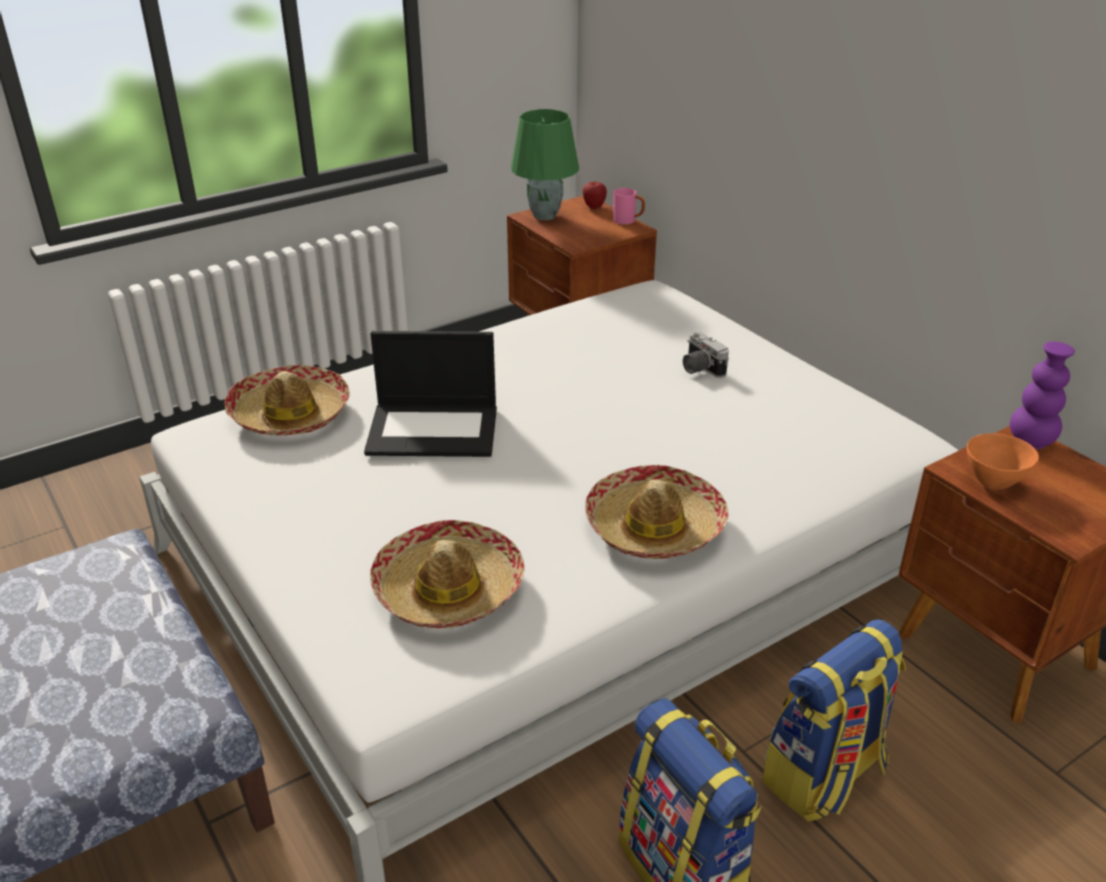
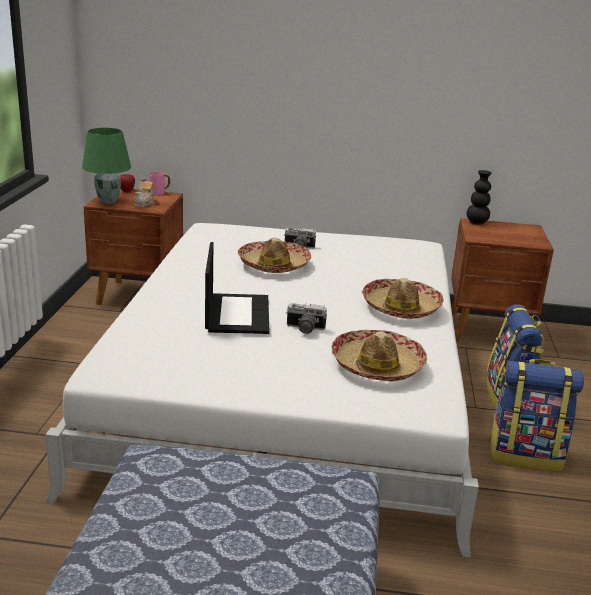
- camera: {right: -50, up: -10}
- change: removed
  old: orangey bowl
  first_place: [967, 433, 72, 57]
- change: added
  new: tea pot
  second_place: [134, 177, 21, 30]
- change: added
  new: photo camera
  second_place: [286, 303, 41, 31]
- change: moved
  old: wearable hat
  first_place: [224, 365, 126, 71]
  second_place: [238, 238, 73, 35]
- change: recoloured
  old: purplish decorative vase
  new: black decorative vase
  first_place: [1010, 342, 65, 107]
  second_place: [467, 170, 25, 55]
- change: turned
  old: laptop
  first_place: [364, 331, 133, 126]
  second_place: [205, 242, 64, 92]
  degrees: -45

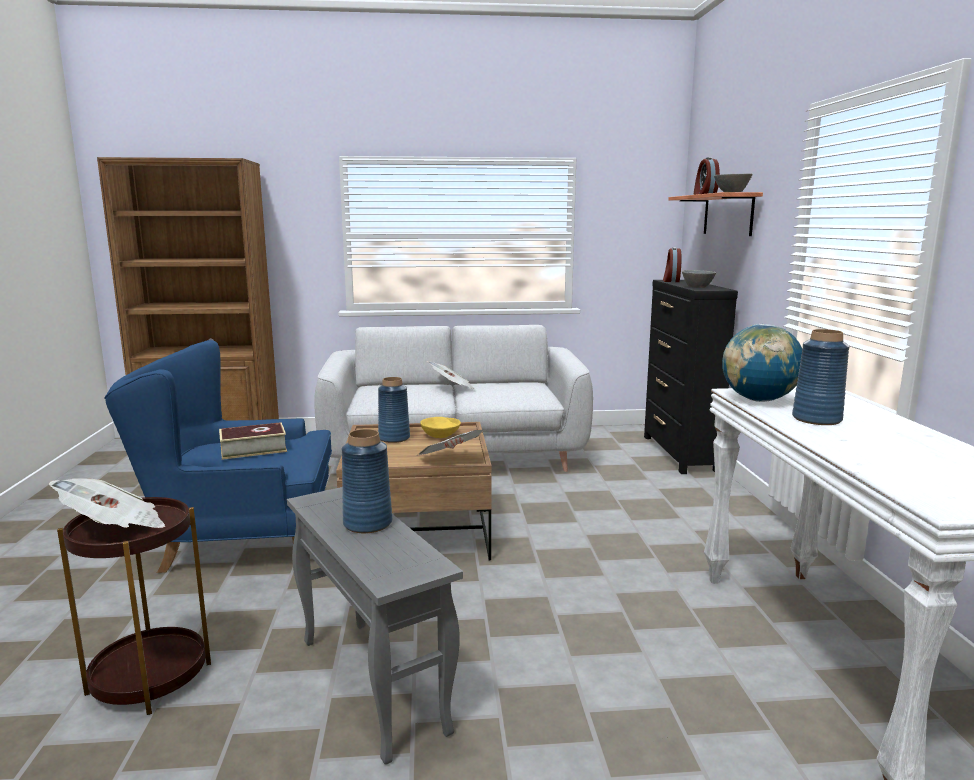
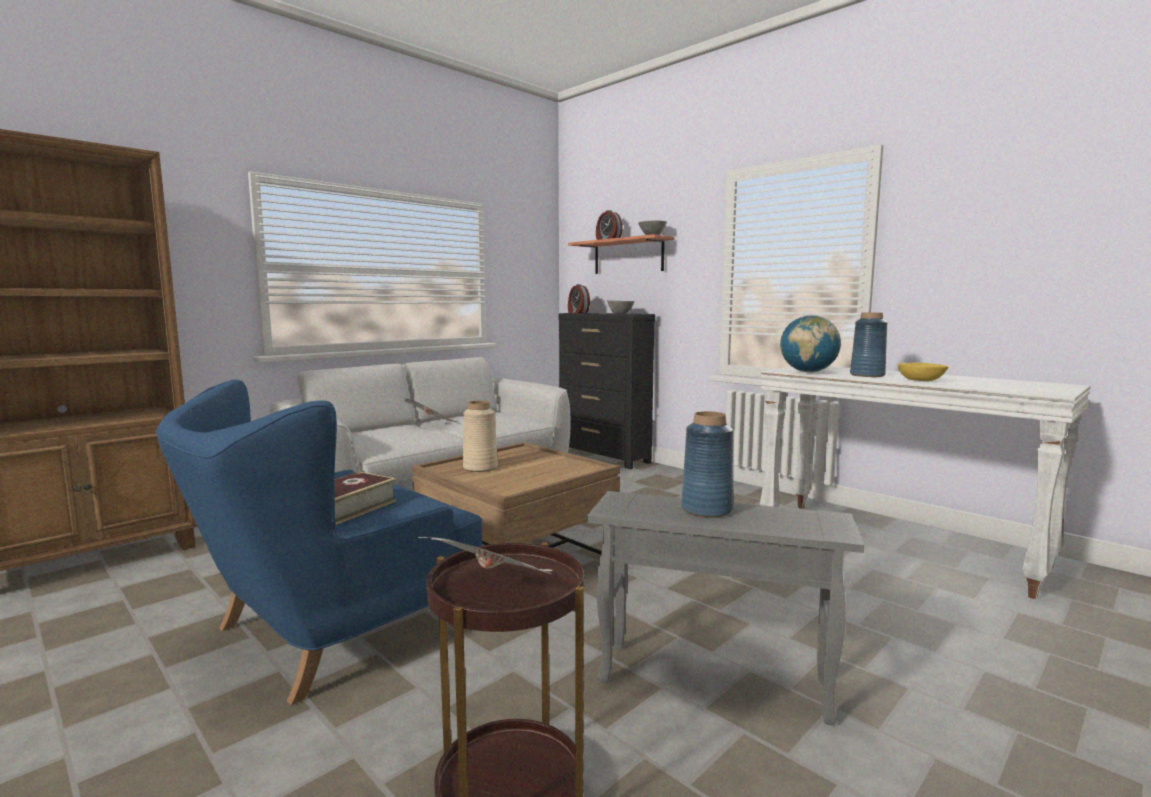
- camera: {right: -40, up: -5}
- change: removed
  old: newspaper
  first_place: [419, 430, 65, 25]
- change: moved
  old: yellow-coloured bowl
  first_place: [420, 417, 41, 21]
  second_place: [898, 363, 50, 18]
- change: recoloured
  old: blue decorative vase
  new: beige-coloured decorative vase
  first_place: [378, 377, 32, 66]
  second_place: [463, 401, 35, 71]

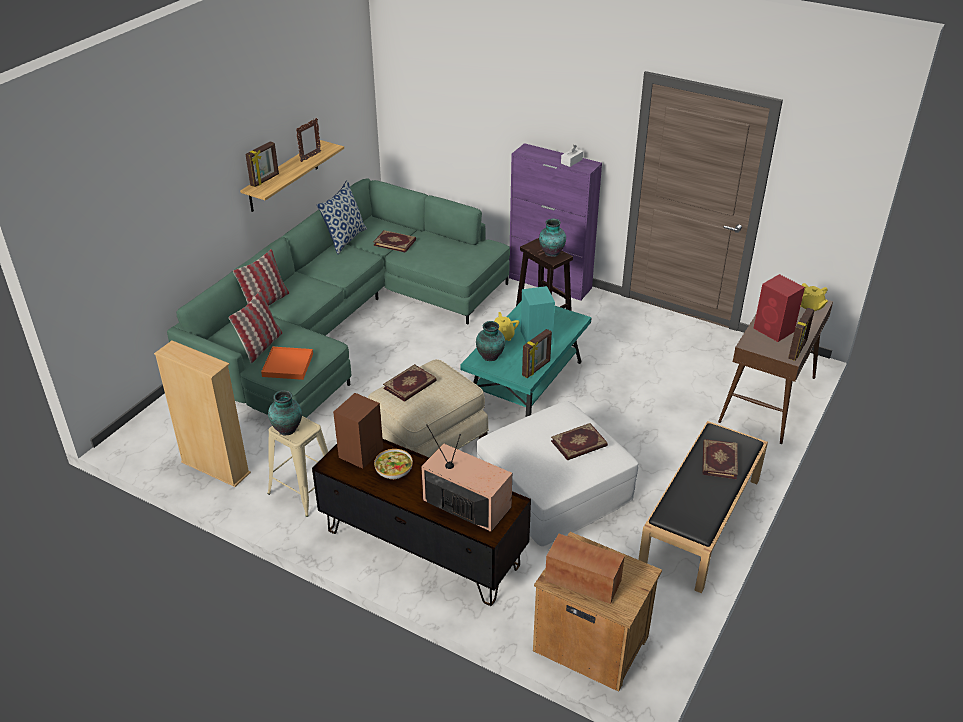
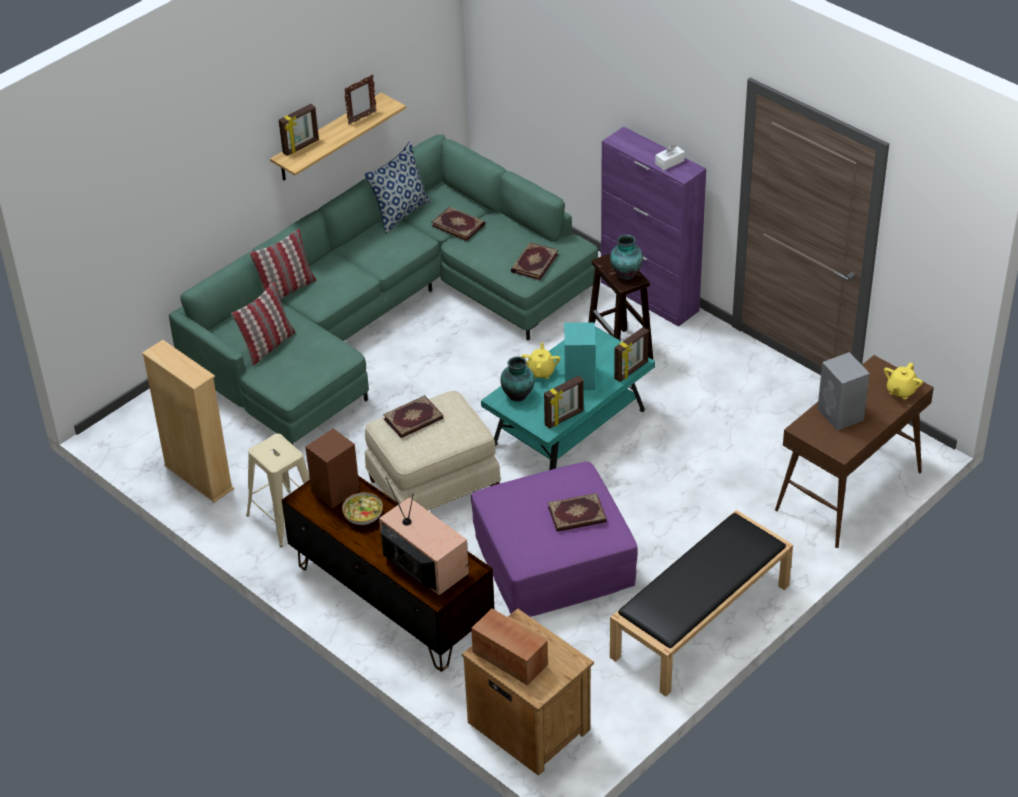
- camera: {right: 15, up: 5}
- change: removed
  old: orangey serving tray
  first_place: [261, 347, 52, 33]
- change: removed
  old: decorative vase
  first_place: [268, 390, 34, 45]
- change: moved
  old: volume
  first_place: [702, 439, 36, 40]
  second_place: [511, 242, 47, 38]
- change: moved
  old: standing frame
  first_place: [788, 308, 26, 53]
  second_place: [614, 327, 35, 55]
- change: recoloured
  old: white-coloured footrest
  new: purplish footrest
  first_place: [477, 401, 161, 145]
  second_place: [471, 462, 167, 155]
- change: recoloured
  old: red audio speaker
  new: grey audio speaker
  first_place: [754, 274, 51, 68]
  second_place: [817, 352, 53, 79]
- change: turned
  old: yellow-coloured tea pot
  first_place: [801, 283, 27, 28]
  second_place: [884, 363, 39, 36]
  degrees: 45

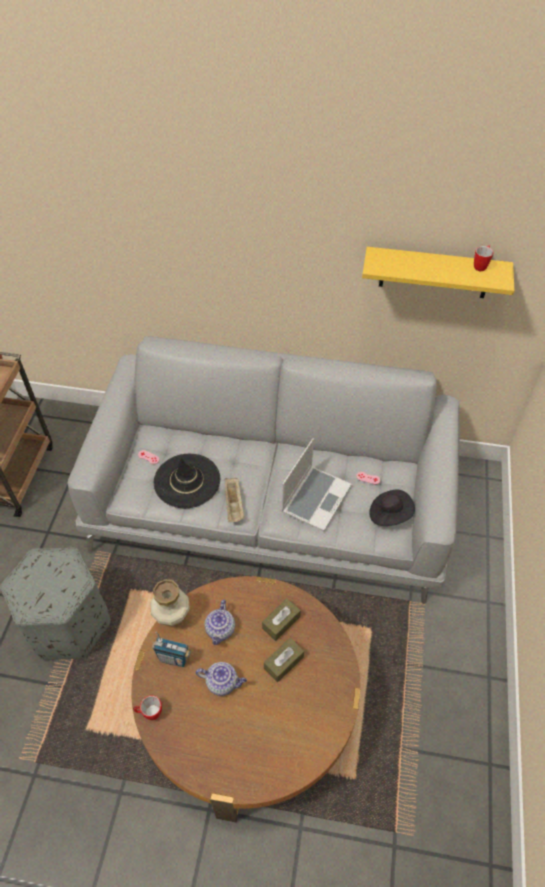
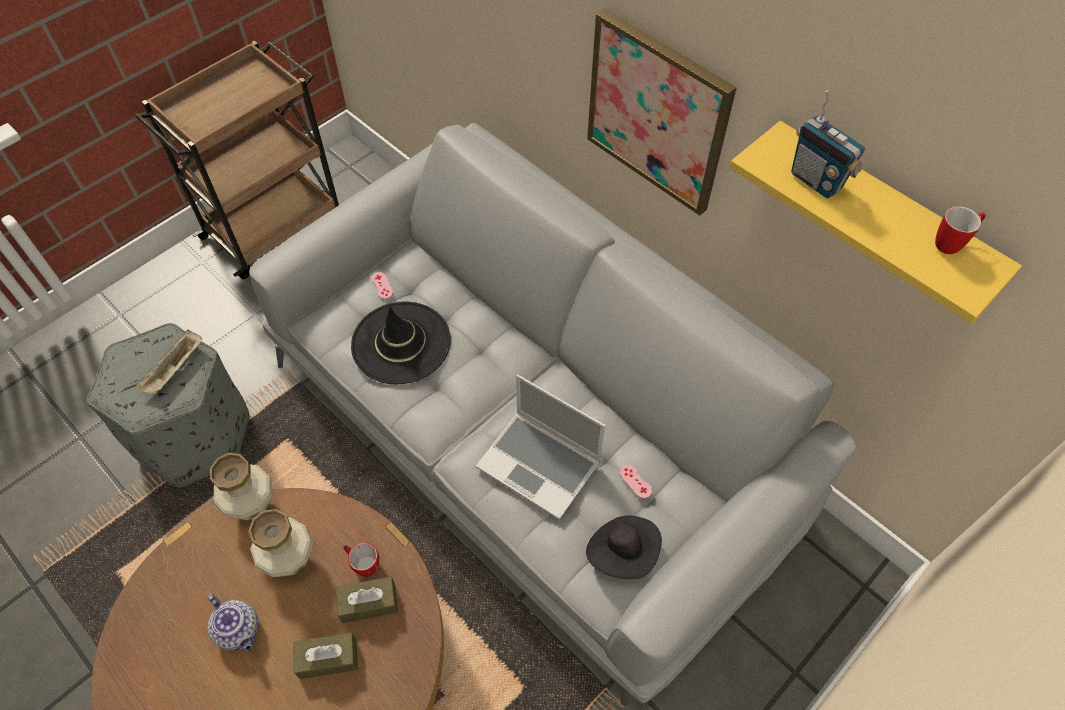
- camera: {right: 35, up: 5}
- change: added
  new: wall picture
  second_place: [587, 9, 150, 207]
- change: moved
  old: tea mug
  first_place: [133, 695, 29, 25]
  second_place: [343, 543, 36, 34]
- change: moved
  old: radio
  first_place: [152, 632, 40, 35]
  second_place: [791, 91, 74, 107]
- change: moved
  old: beige-coloured serving tray
  first_place: [225, 478, 19, 44]
  second_place: [135, 330, 67, 64]
- change: replaced
  old: tea pot
  new: decorative vase
  first_place: [205, 600, 30, 45]
  second_place: [249, 509, 64, 68]
- change: turned
  old: laptop
  first_place: [281, 438, 71, 93]
  second_place: [476, 374, 129, 146]
  degrees: 60

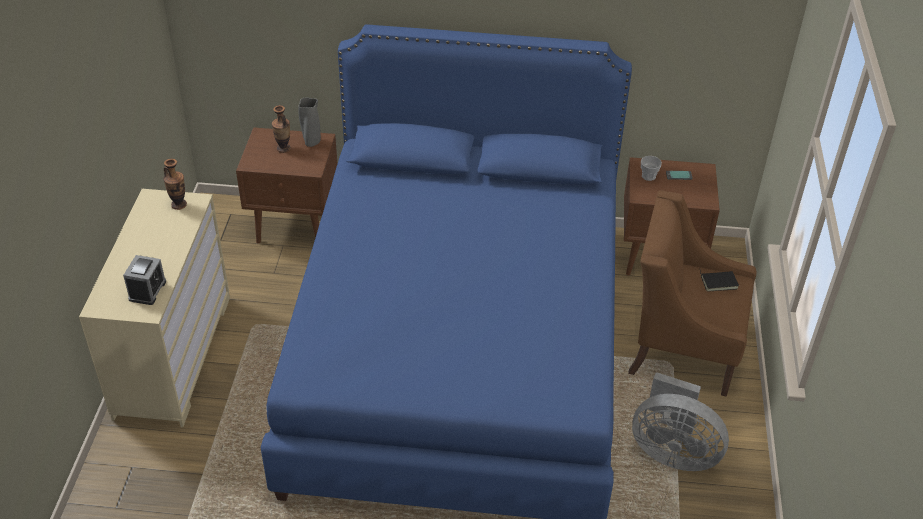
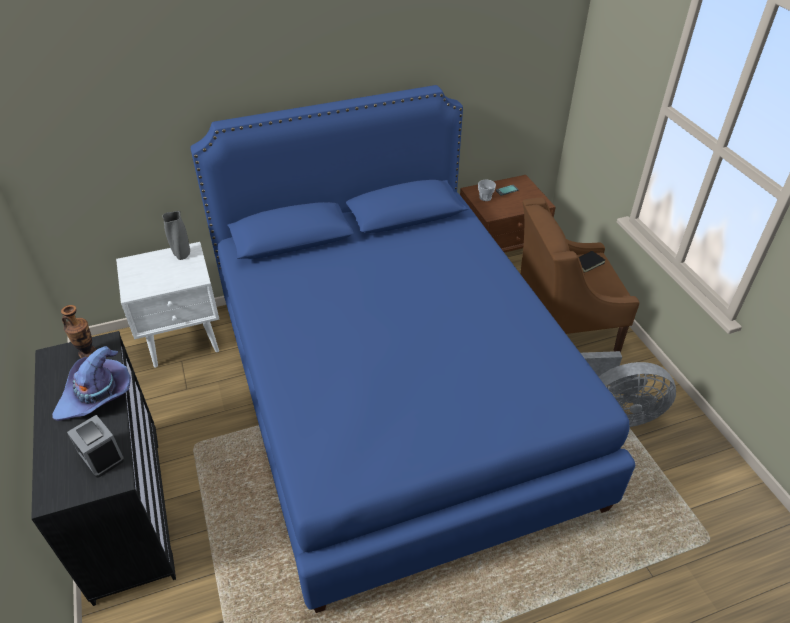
- camera: {right: -25, up: 0}
- change: removed
  old: decorative vase
  first_place: [272, 105, 19, 48]
- change: added
  new: purplish wearable hat
  second_place: [52, 346, 79, 75]
- change: recoloured
  old: beige-coloured chest of drawers
  new: black chest of drawers
  first_place: [79, 189, 151, 238]
  second_place: [31, 331, 145, 275]
- change: recoloured
  old: brown-coloured night table
  new: white-coloured night table
  first_place: [236, 127, 101, 116]
  second_place: [116, 242, 103, 125]
- change: turned
  old: bedside clock
  first_place: [123, 255, 43, 50]
  second_place: [67, 415, 58, 63]
  degrees: 150

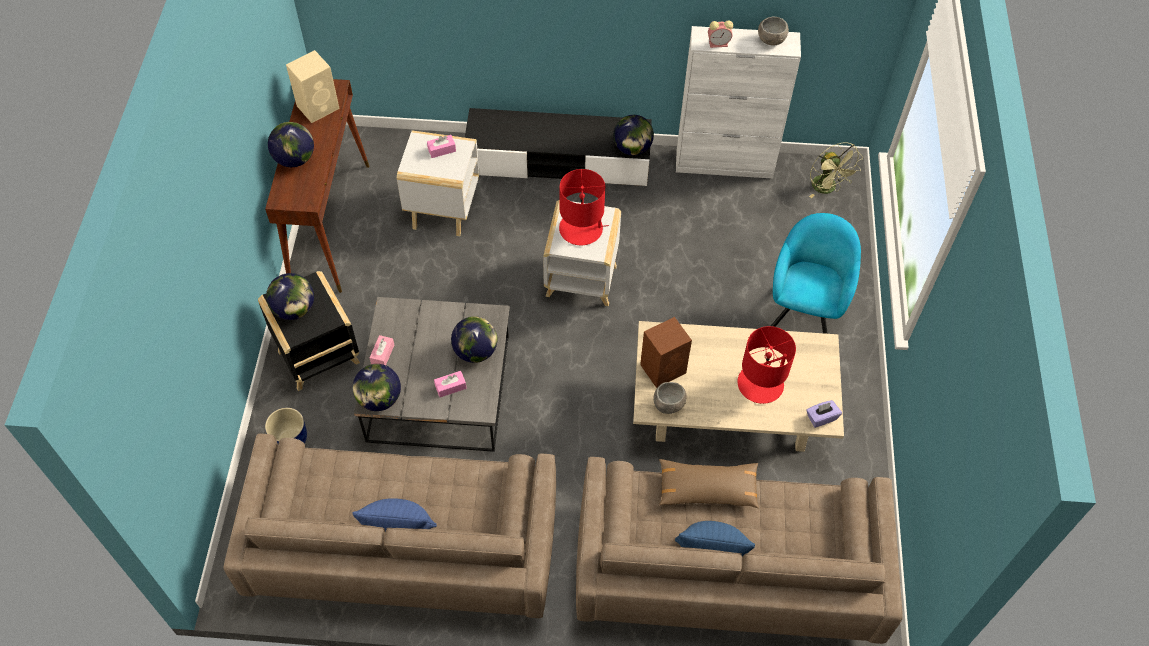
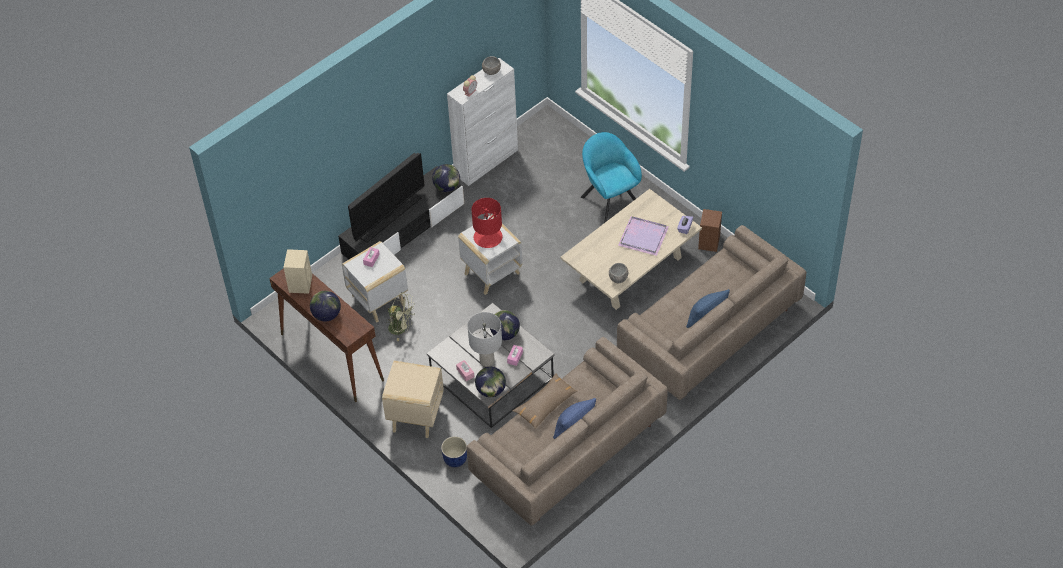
- camera: {right: -45, up: -5}
- change: removed
  old: world globe
  first_place: [266, 273, 48, 47]
- change: added
  new: TV set
  second_place: [348, 153, 77, 90]
- change: added
  new: grey tabletop lamp
  second_place: [468, 312, 34, 55]
- change: moved
  old: brown-coloured audio speaker
  first_place: [640, 317, 52, 71]
  second_place: [698, 209, 24, 43]
- change: moved
  old: brown-coloured cushion
  first_place: [659, 459, 100, 49]
  second_place: [513, 374, 65, 55]
- change: moved
  old: green-coloured cooling fan
  first_place: [809, 142, 54, 56]
  second_place: [385, 292, 30, 49]
- change: replaced
  old: red tabletop lamp
  new: purplish serving tray
  first_place: [738, 326, 58, 78]
  second_place: [618, 216, 51, 40]
- change: recoloured
  old: black end table
  new: beige-coloured end table
  first_place: [258, 271, 102, 120]
  second_place: [382, 361, 62, 77]

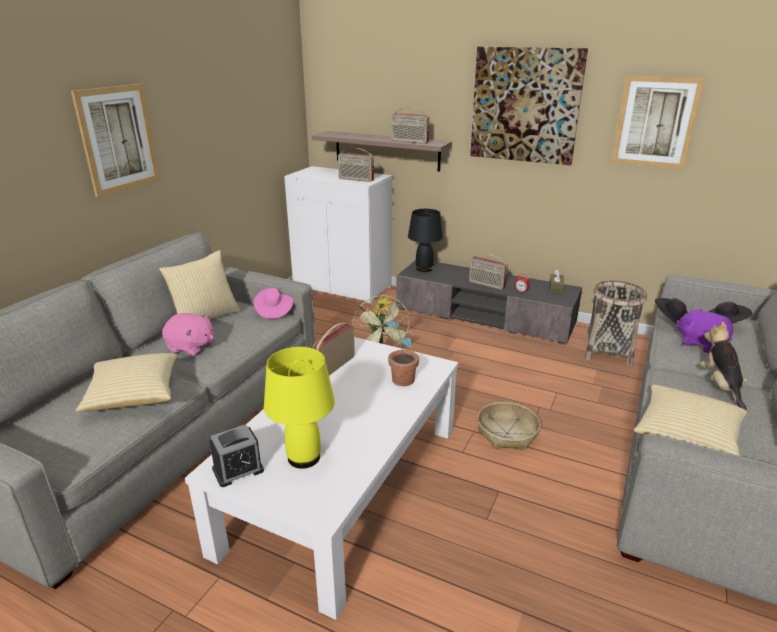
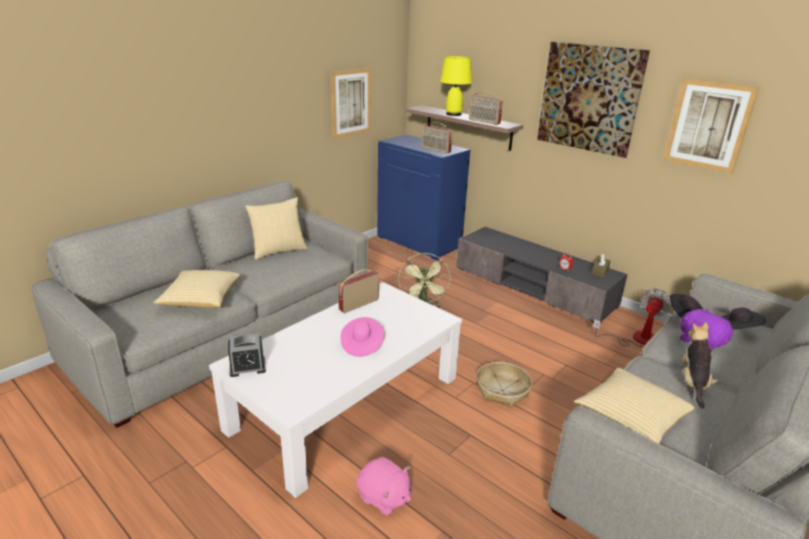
- camera: {right: 15, up: 0}
- change: removed
  old: houseplant
  first_place: [372, 295, 47, 91]
- change: removed
  old: black tabletop lamp
  first_place: [408, 209, 35, 63]
- change: removed
  old: radio
  first_place: [469, 254, 39, 36]
- change: moved
  old: wall picture
  first_place: [71, 84, 89, 113]
  second_place: [331, 68, 40, 71]
- change: moved
  old: pinkish plush toy
  first_place: [162, 313, 52, 43]
  second_place: [357, 457, 54, 59]
- change: moved
  old: pinkish wearable hat
  first_place: [254, 288, 40, 31]
  second_place: [341, 317, 44, 40]
- change: moved
  old: yellow-coloured tabletop lamp
  first_place: [264, 347, 71, 122]
  second_place: [440, 56, 32, 60]
- change: replaced
  old: household basket
  new: cooling fan
  first_place: [585, 281, 62, 86]
  second_place: [593, 289, 79, 58]
- change: recoloured
  old: white-coloured cupboard
  new: blue cupboard
  first_place: [284, 166, 108, 137]
  second_place: [377, 134, 93, 127]

